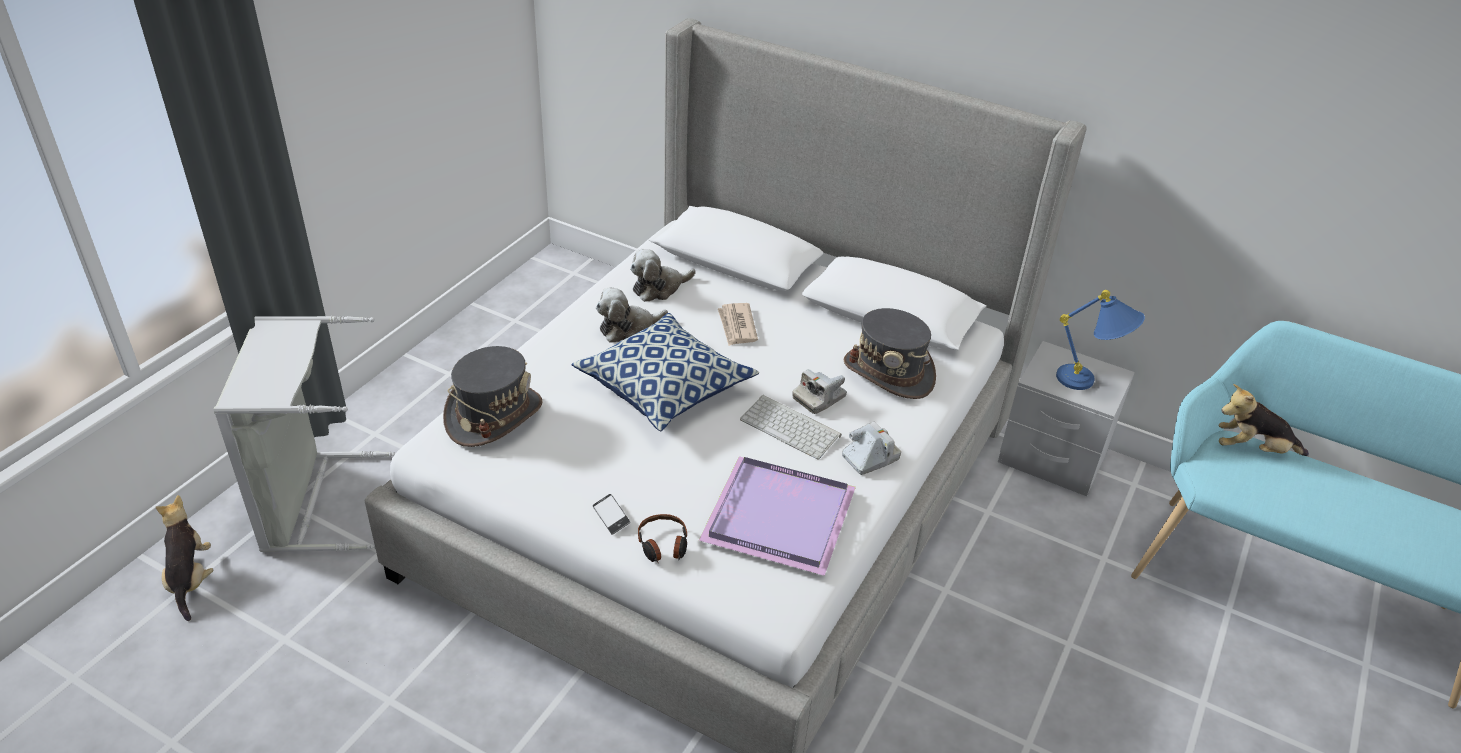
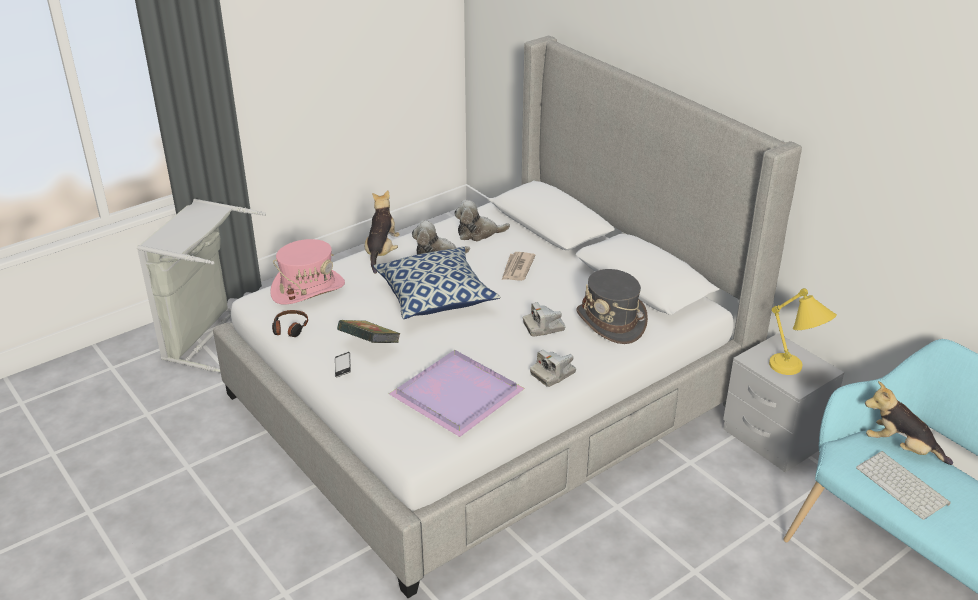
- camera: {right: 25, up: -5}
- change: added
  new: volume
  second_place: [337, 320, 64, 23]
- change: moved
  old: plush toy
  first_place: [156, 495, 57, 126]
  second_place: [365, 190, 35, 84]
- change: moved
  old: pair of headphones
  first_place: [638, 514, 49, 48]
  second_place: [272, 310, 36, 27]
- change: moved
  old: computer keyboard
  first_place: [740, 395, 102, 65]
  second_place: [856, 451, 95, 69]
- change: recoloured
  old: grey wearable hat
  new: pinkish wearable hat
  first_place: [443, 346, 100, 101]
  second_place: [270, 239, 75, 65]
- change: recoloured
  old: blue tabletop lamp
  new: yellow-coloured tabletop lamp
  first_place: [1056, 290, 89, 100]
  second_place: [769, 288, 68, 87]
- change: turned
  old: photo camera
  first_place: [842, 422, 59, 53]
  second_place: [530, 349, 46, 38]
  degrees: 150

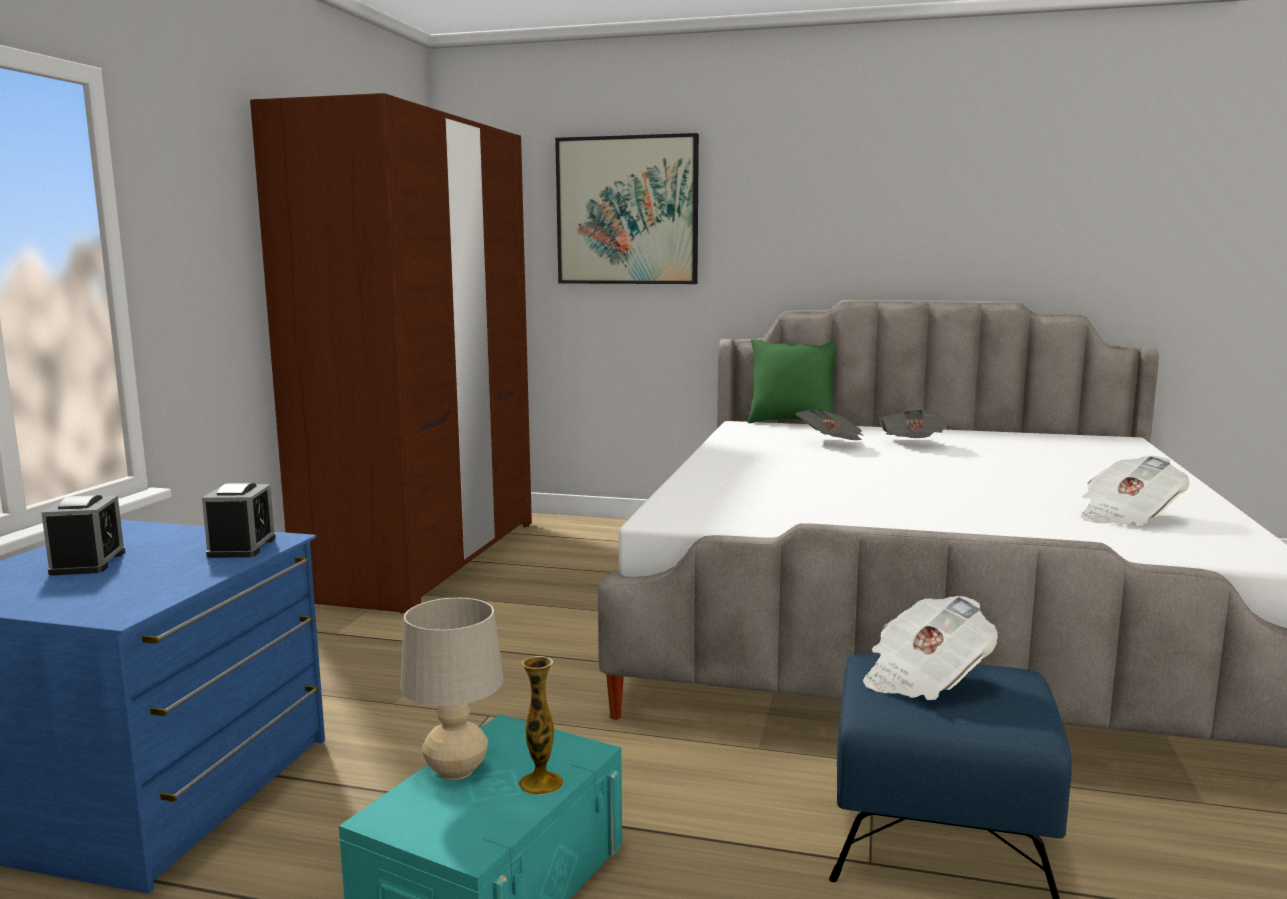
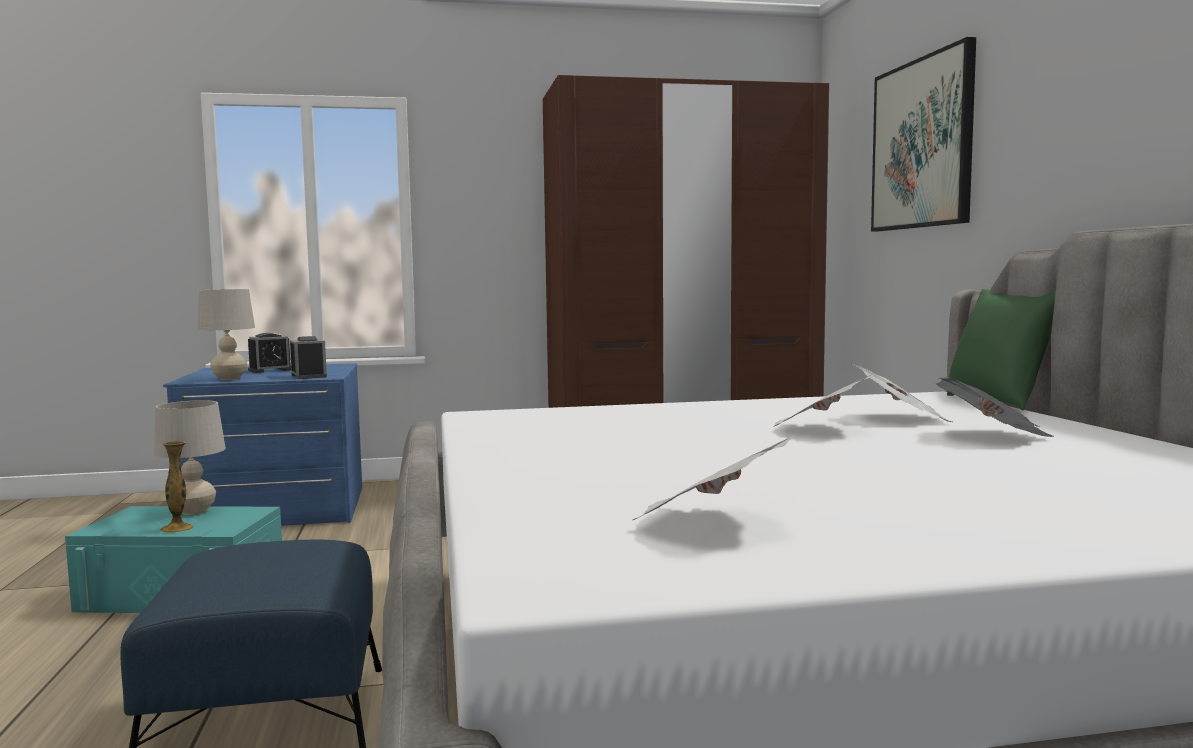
- camera: {right: 65, up: -5}
- change: added
  new: beige-coloured tabletop lamp
  second_place: [197, 289, 58, 91]
- change: moved
  old: newspaper
  first_place: [863, 596, 135, 104]
  second_place: [773, 374, 101, 53]
- change: turned
  old: bedside clock
  first_place: [202, 483, 74, 75]
  second_place: [290, 336, 37, 43]
  degrees: -90

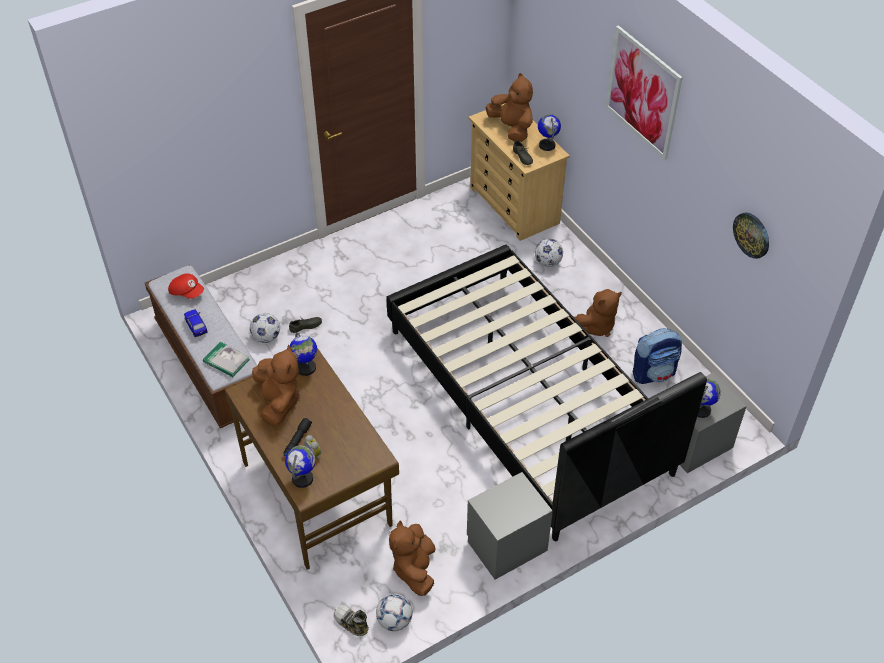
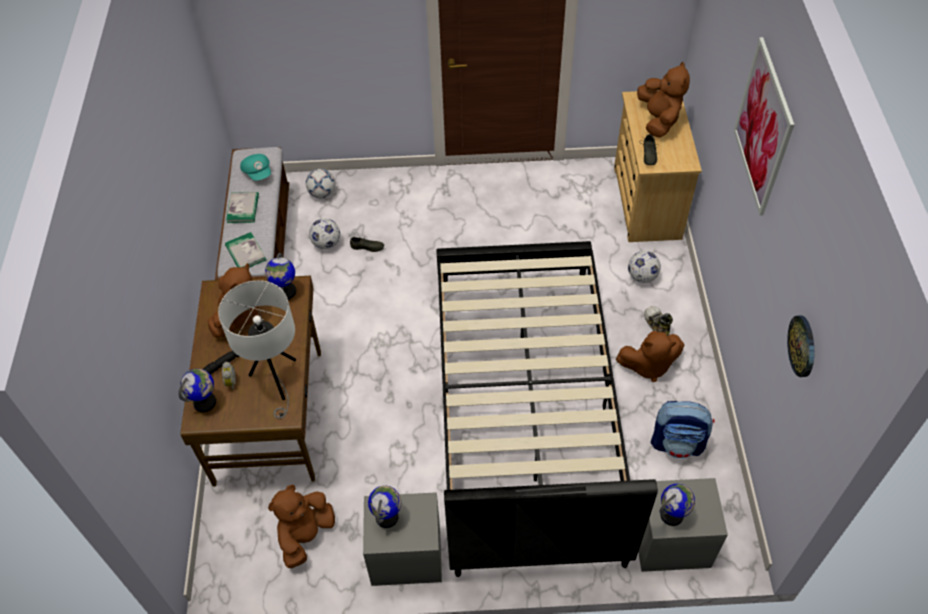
- camera: {right: 30, up: 5}
- change: added
  new: white-coloured tabletop lamp
  second_place: [218, 280, 78, 139]
- change: moved
  old: item of footwear
  first_place: [334, 604, 35, 32]
  second_place: [644, 306, 29, 30]
- change: moved
  old: ball for football
  first_place: [376, 594, 36, 37]
  second_place: [306, 169, 29, 29]
- change: moved
  old: world globe
  first_place: [538, 114, 23, 37]
  second_place: [368, 486, 33, 42]
- change: replaced
  old: toy car
  new: volume
  first_place: [184, 309, 24, 28]
  second_place: [226, 192, 33, 31]
- change: recoloured
  old: red peaked cap
  new: blue-green peaked cap
  first_place: [168, 273, 36, 26]
  second_place: [240, 154, 31, 27]

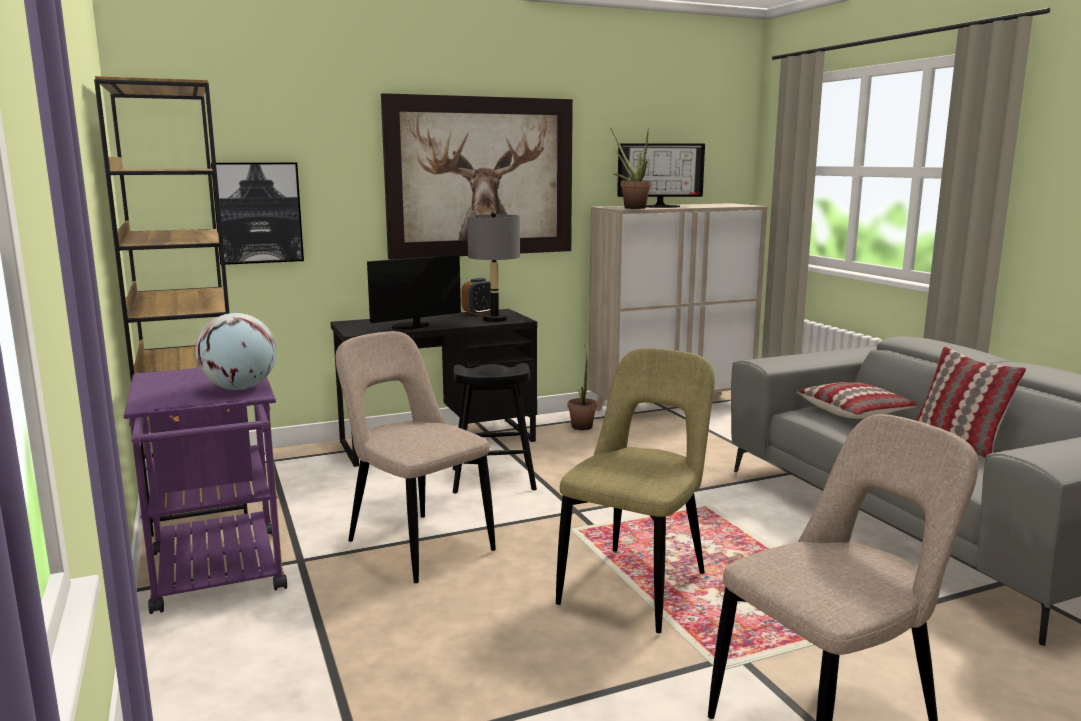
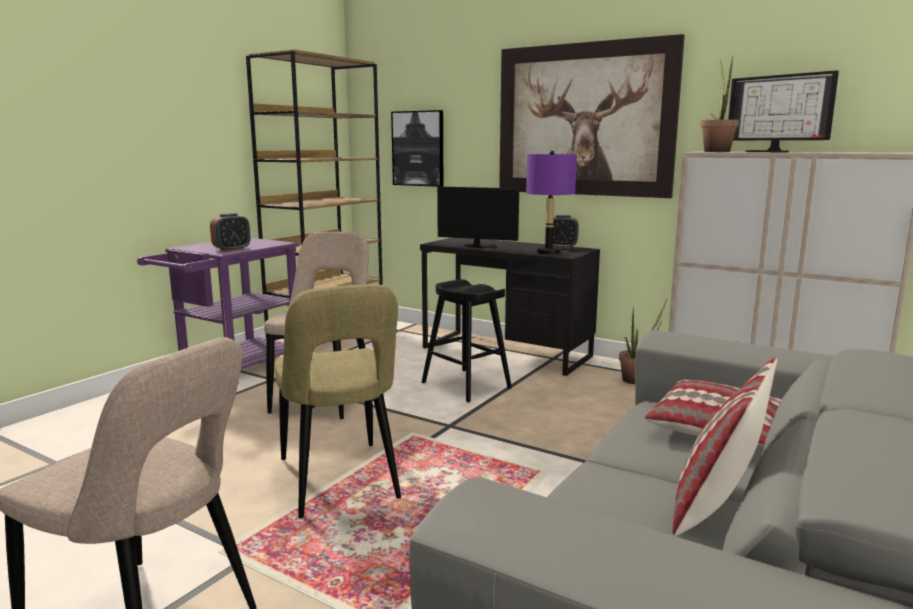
- camera: {right: 55, up: 0}
- change: replaced
  old: world globe
  new: bedside clock
  first_place: [195, 313, 82, 77]
  second_place: [210, 213, 40, 39]
- change: recoloured
  old: grey tabletop lamp
  new: purplish tabletop lamp
  first_place: [467, 212, 53, 110]
  second_place: [526, 150, 51, 104]
- change: turned
  old: beige-coloured plain chair
  first_place: [556, 348, 159, 285]
  second_place: [274, 284, 127, 234]
  degrees: 75

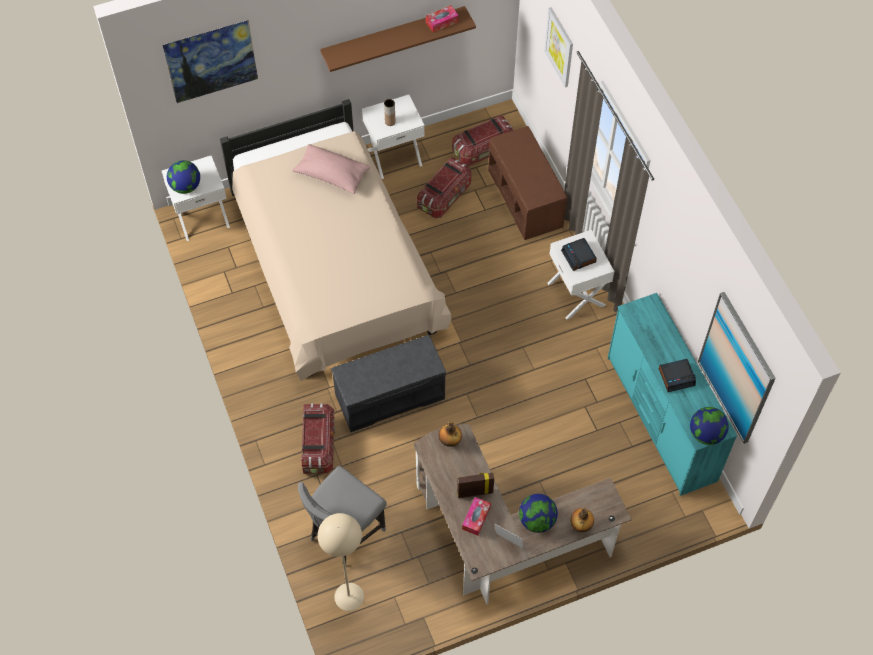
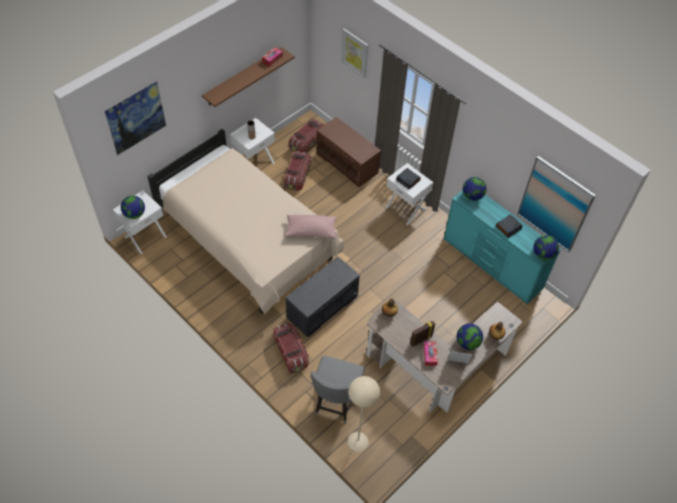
- camera: {right: -25, up: -5}
- change: added
  new: world globe
  second_place: [463, 177, 24, 24]
- change: moved
  old: pinkish cushion
  first_place: [292, 144, 79, 50]
  second_place: [285, 215, 52, 23]

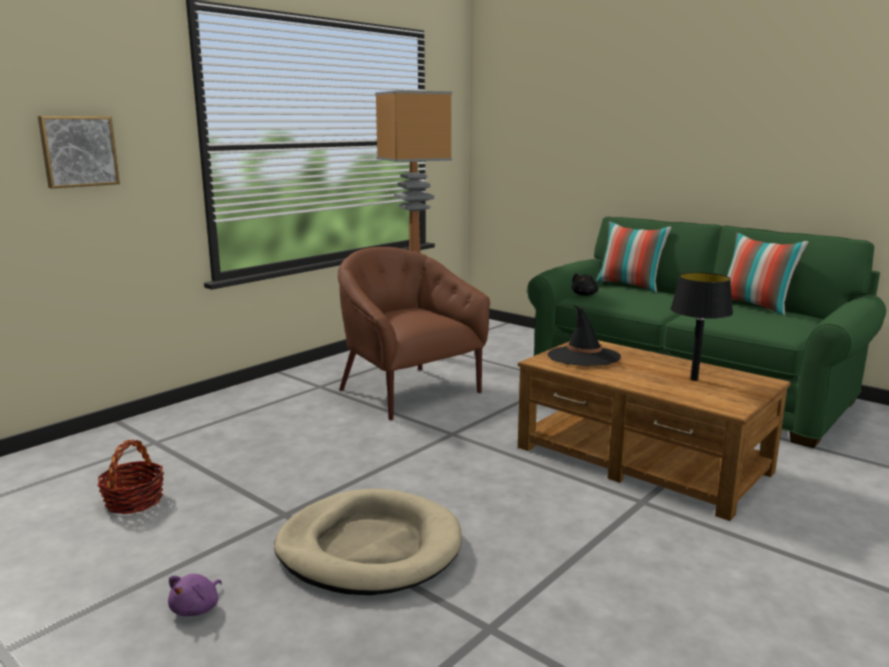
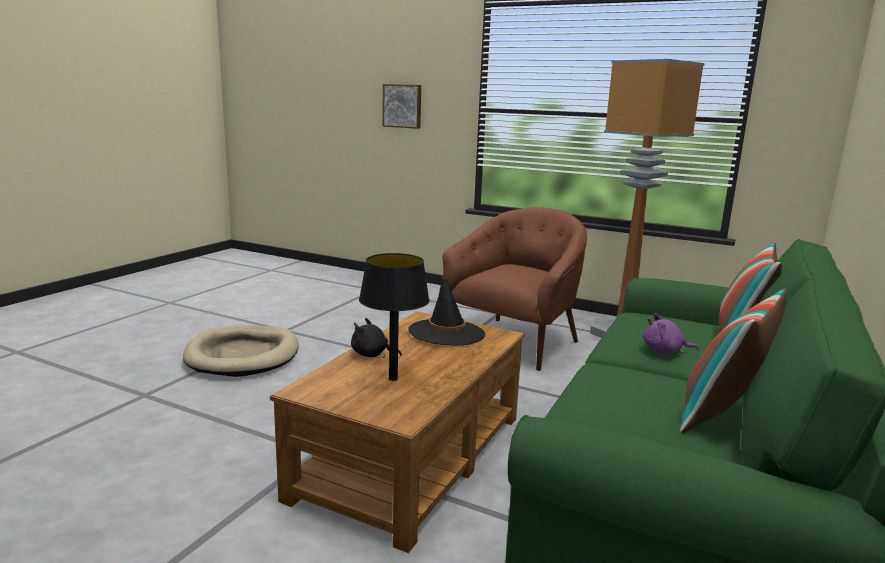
- camera: {right: 75, up: 0}
- change: removed
  old: household basket
  first_place: [97, 440, 67, 74]
- change: moved
  old: purplish plush toy
  first_place: [168, 574, 54, 42]
  second_place: [643, 313, 56, 41]
- change: moved
  old: black plush toy
  first_place: [572, 273, 27, 23]
  second_place: [351, 318, 51, 40]

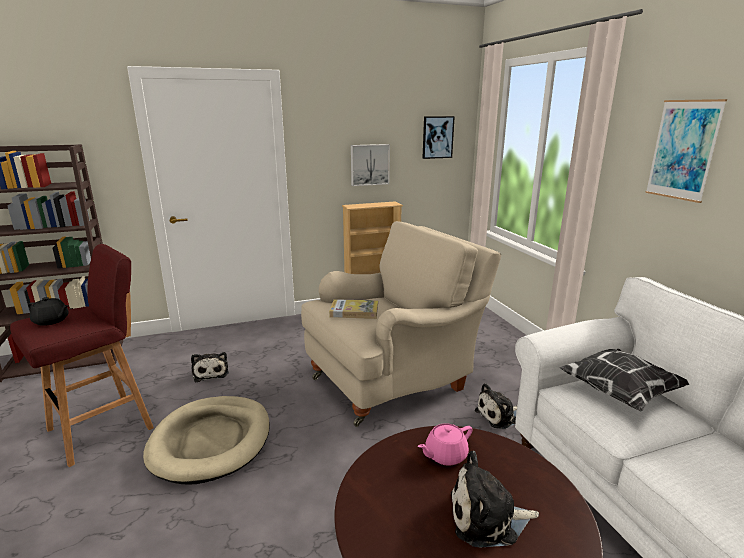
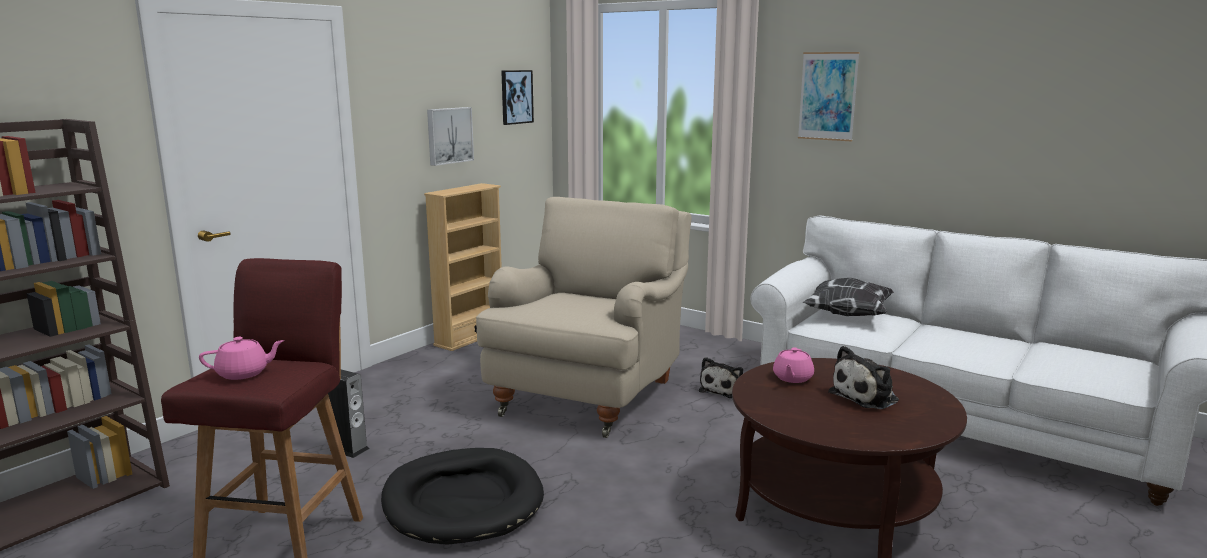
- camera: {right: -35, up: -5}
- change: removed
  old: volume
  first_place: [329, 299, 49, 20]
- change: replaced
  old: plush toy
  new: audio speaker
  first_place: [191, 352, 38, 30]
  second_place: [328, 370, 41, 88]
- change: recoloured
  old: black tea pot
  new: pinkish tea pot
  first_place: [28, 297, 41, 29]
  second_place: [199, 337, 85, 43]
- change: recoloured
  old: beige-coloured pet bed
  new: black pet bed
  first_place: [143, 396, 127, 88]
  second_place: [381, 448, 163, 97]

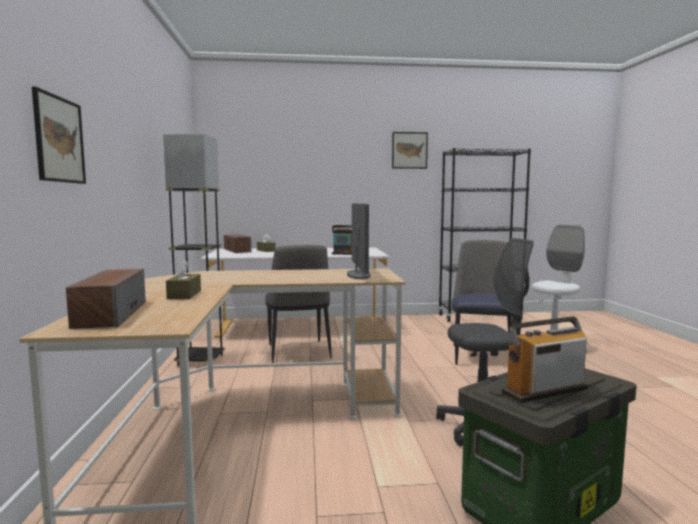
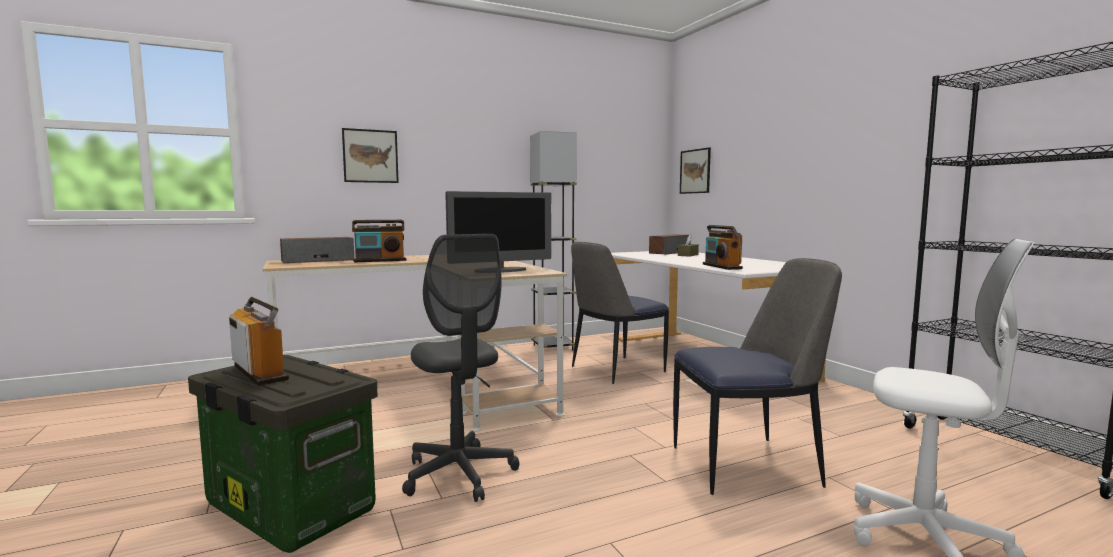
- camera: {right: 70, up: 0}
- change: moved
  old: wall picture
  first_place: [392, 132, 36, 37]
  second_place: [680, 147, 31, 47]
- change: replaced
  old: brown-coloured tissue box
  new: radio
  first_place: [166, 260, 35, 39]
  second_place: [352, 220, 54, 42]

